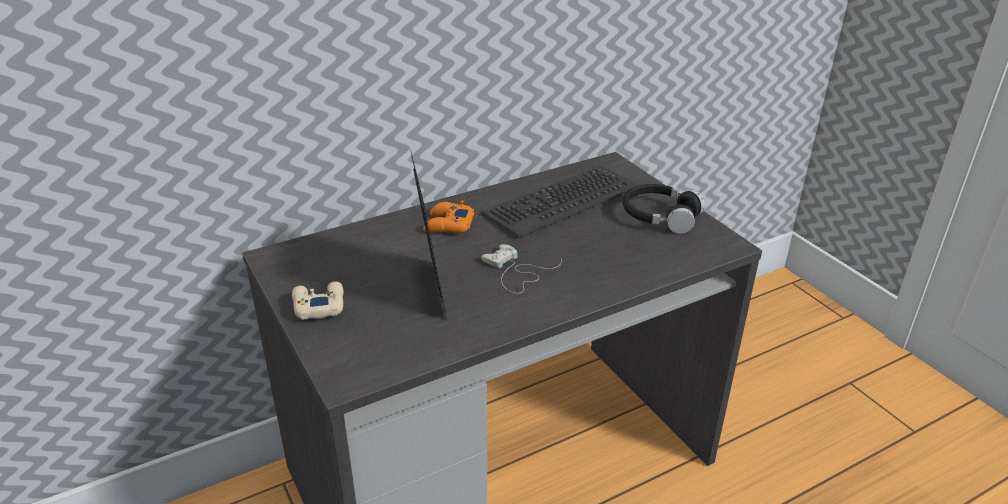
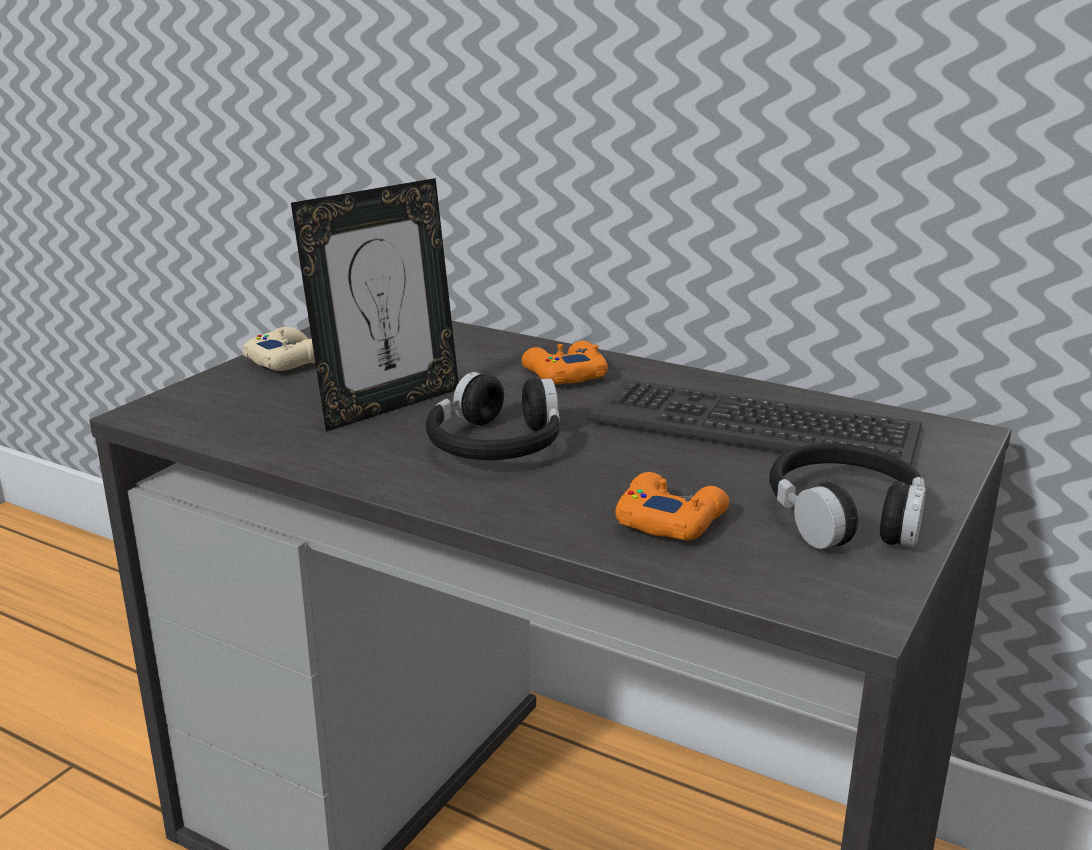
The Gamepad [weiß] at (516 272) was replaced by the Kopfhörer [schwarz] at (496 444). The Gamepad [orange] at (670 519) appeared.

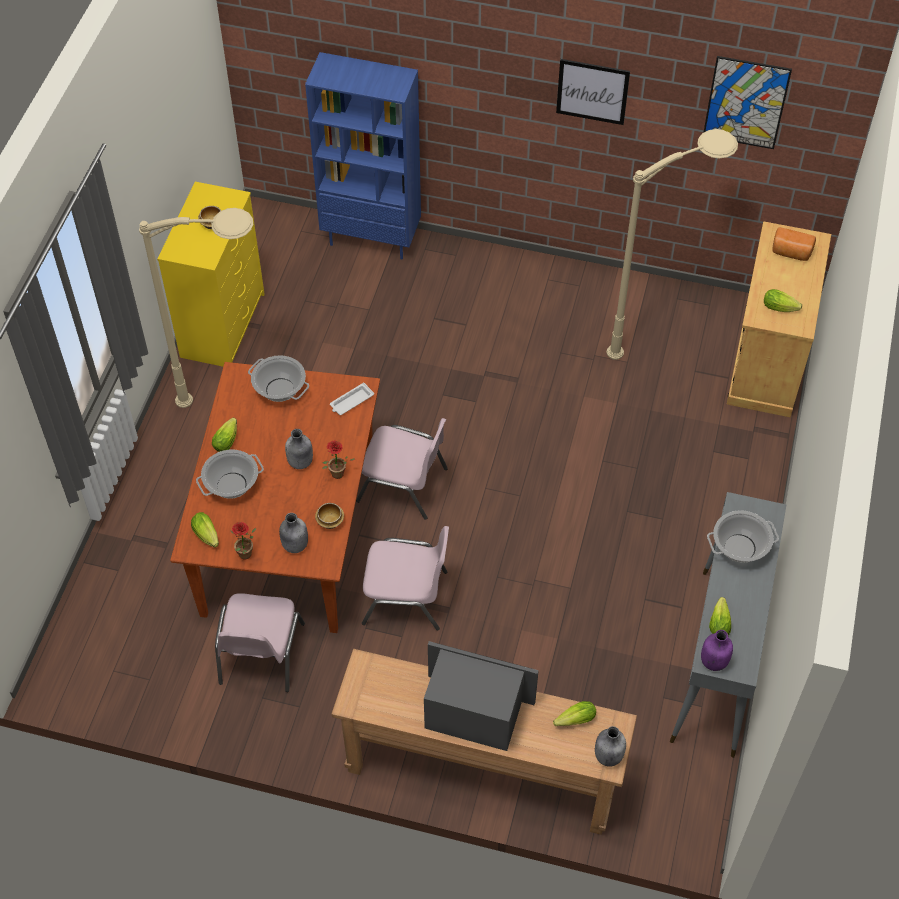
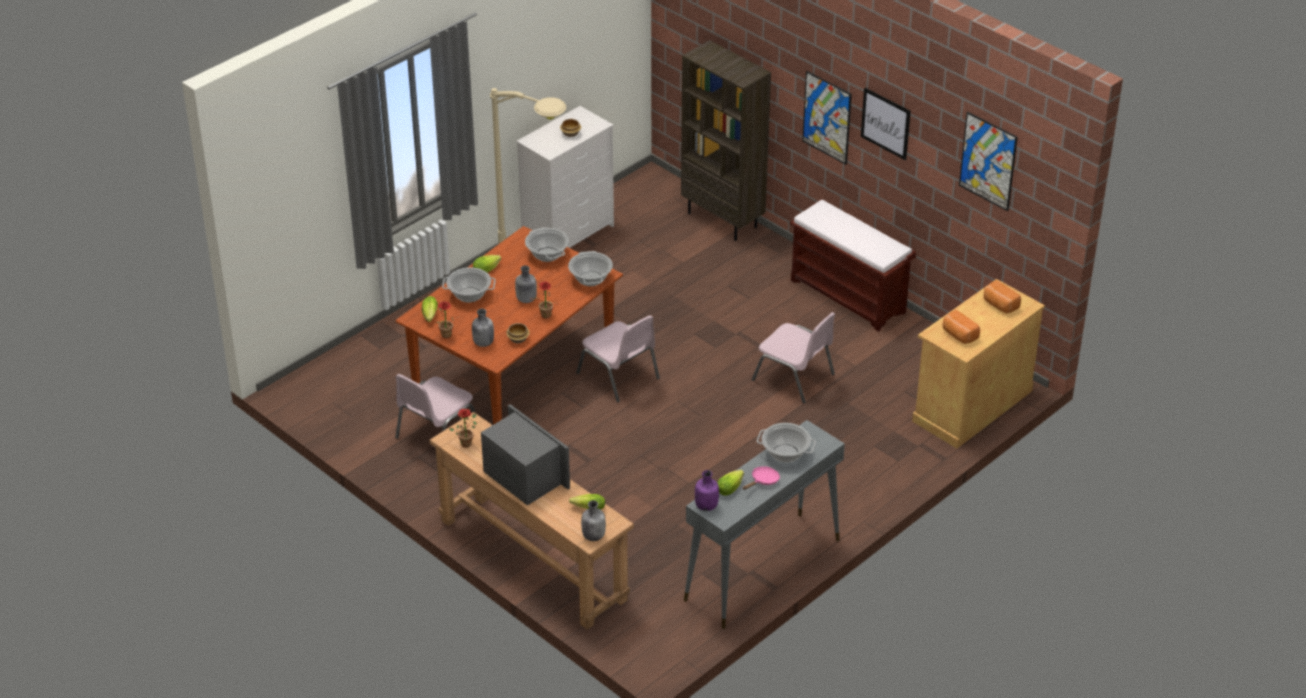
The Bücherregal [blau] at (372 238) became the Bücherregal [braun] at (723 220). The Stehlampe [beige] at (663 336) disappeared. The Kommode [gelb] at (223 324) became the Kommode [weiß] at (568 234). The Salatkopf at (781 308) was replaced by the Brot at (958 335). The Tablett [weiß] at (351 401) was replaced by the Kochtopf at (591 279). The Stuhl [rosa] moved from (406 597) to (794 377). The Bild at (827 117) appeared. The Bank [braun] at (849 296) appeared. The Topfpflanze at (467 442) appeared. The Pfanne [rosa] at (763 481) appeared.

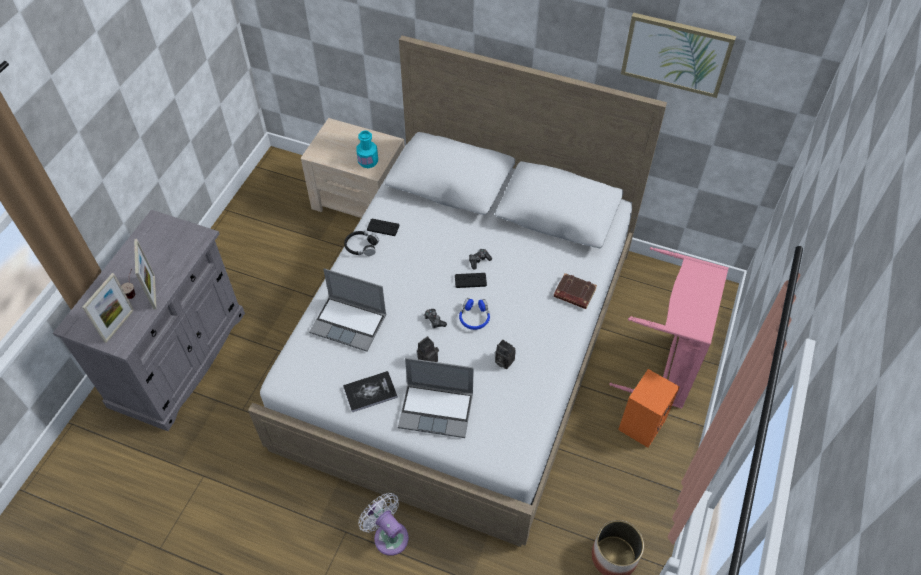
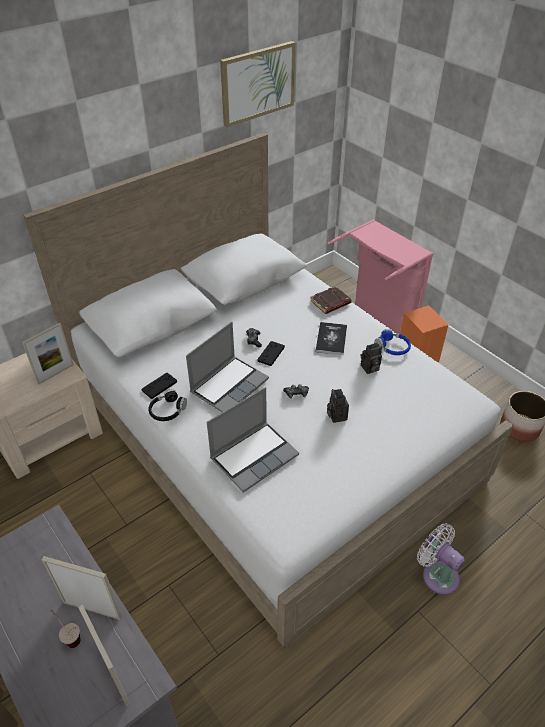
The Flasche [türkis] at (368 161) was replaced by the Bilderrahmen at (55 374). The Kopfhörer [blau] moved from (474 317) to (392 347). The Laptop moved from (437 410) to (229 385). The Buch moved from (370 392) to (331 339). The Ventilator [weiß] at (388 535) turned 60 degrees clockwise.

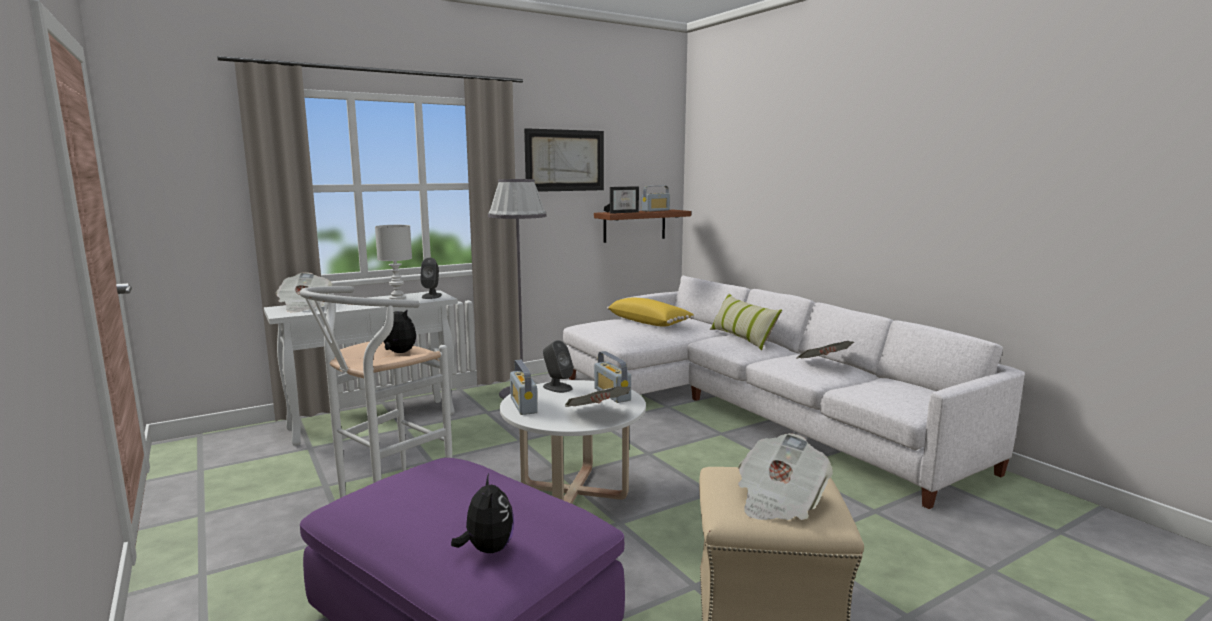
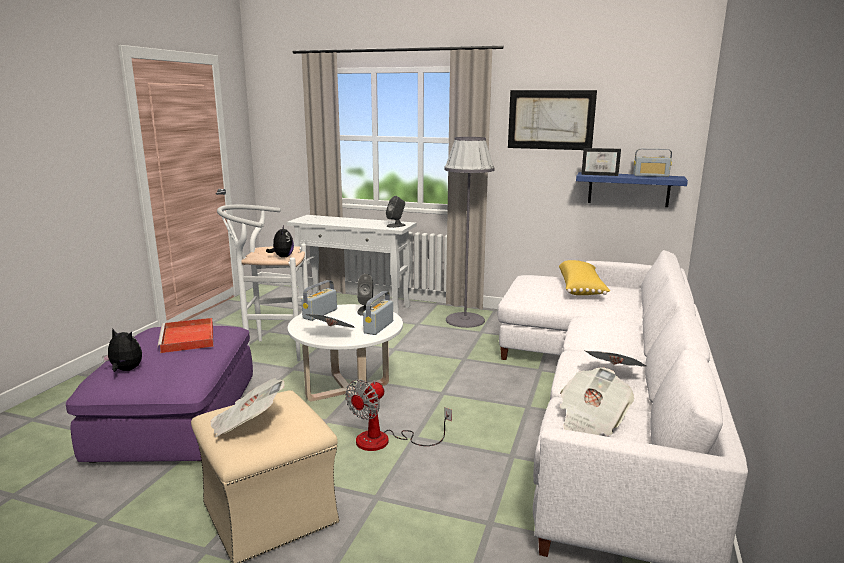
The Wandregal [braun] at (634 225) became the Wandregal [blau] at (628 189). The Tischlampe [weiß] at (397 298) disappeared. The Zeitung moved from (304 307) to (591 419). The Kissen at (742 338) disappeared. The Plüschtier at (487 549) turned 105 degrees counterclockwise. The Tablett [rot] at (188 338) appeared. The Ventilator at (385 441) appeared.

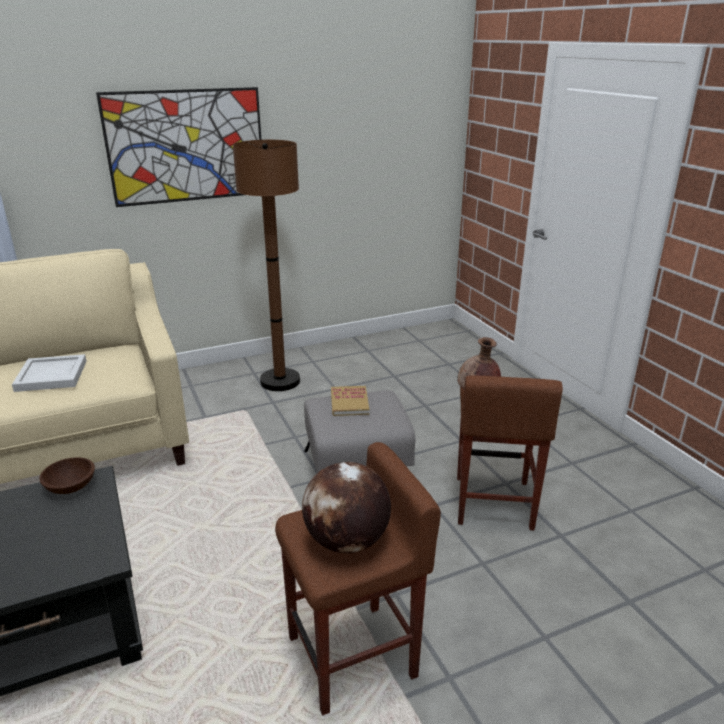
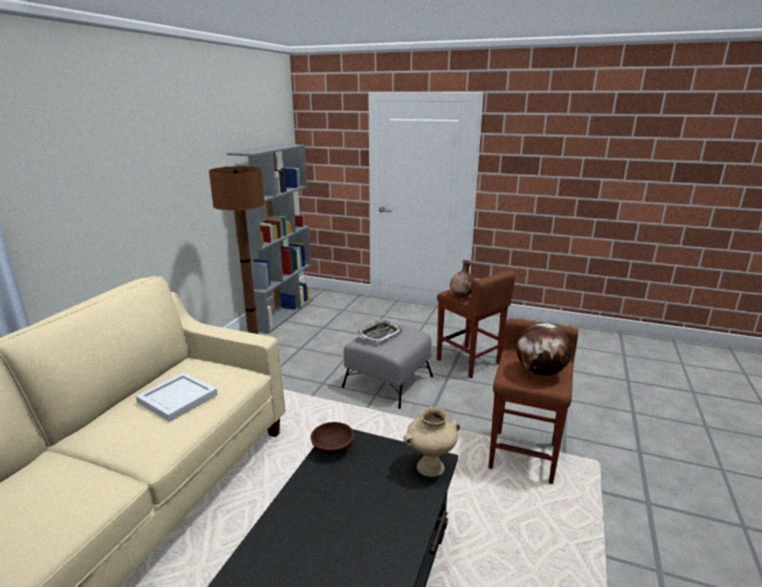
The Bild at (187 146) disappeared. The Buch at (349 403) was replaced by the Tablett at (379 334). The Bücherregal [grau] at (282 313) appeared. The Vase [beige] at (430 468) appeared.

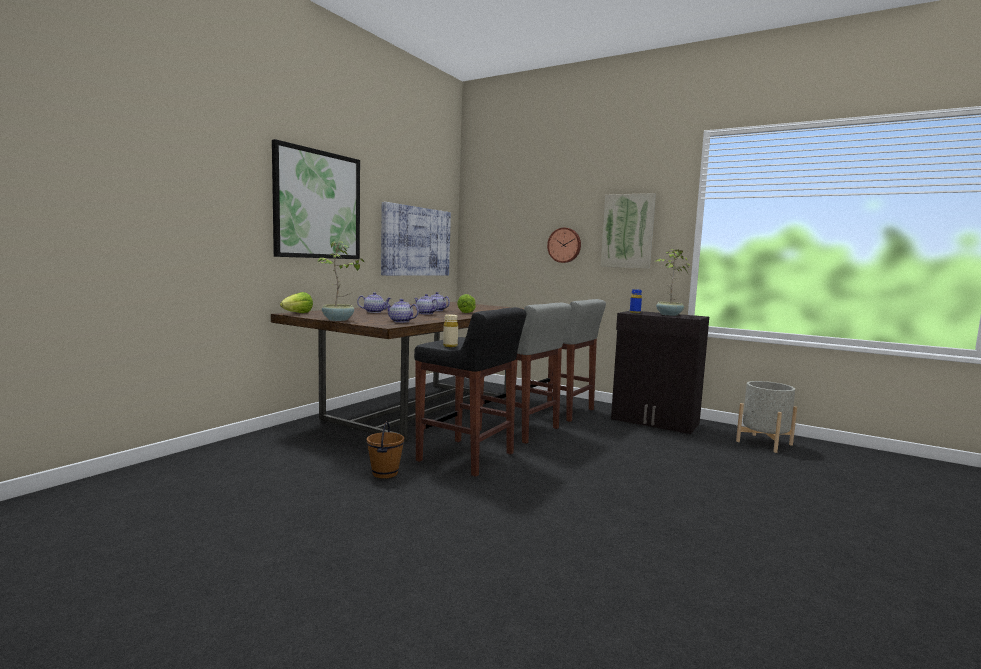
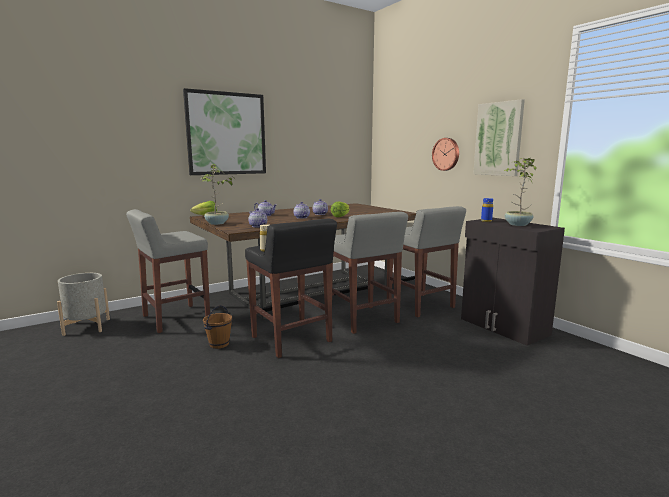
The Bild at (415 241) disappeared. The Pflanzkübel [grau] moved from (764 443) to (87 327). The Hocker [grau] at (174 318) appeared.

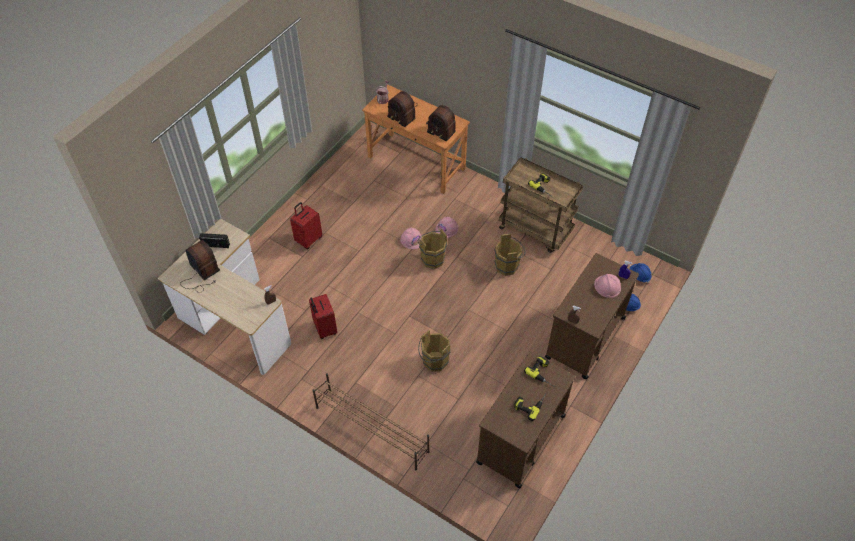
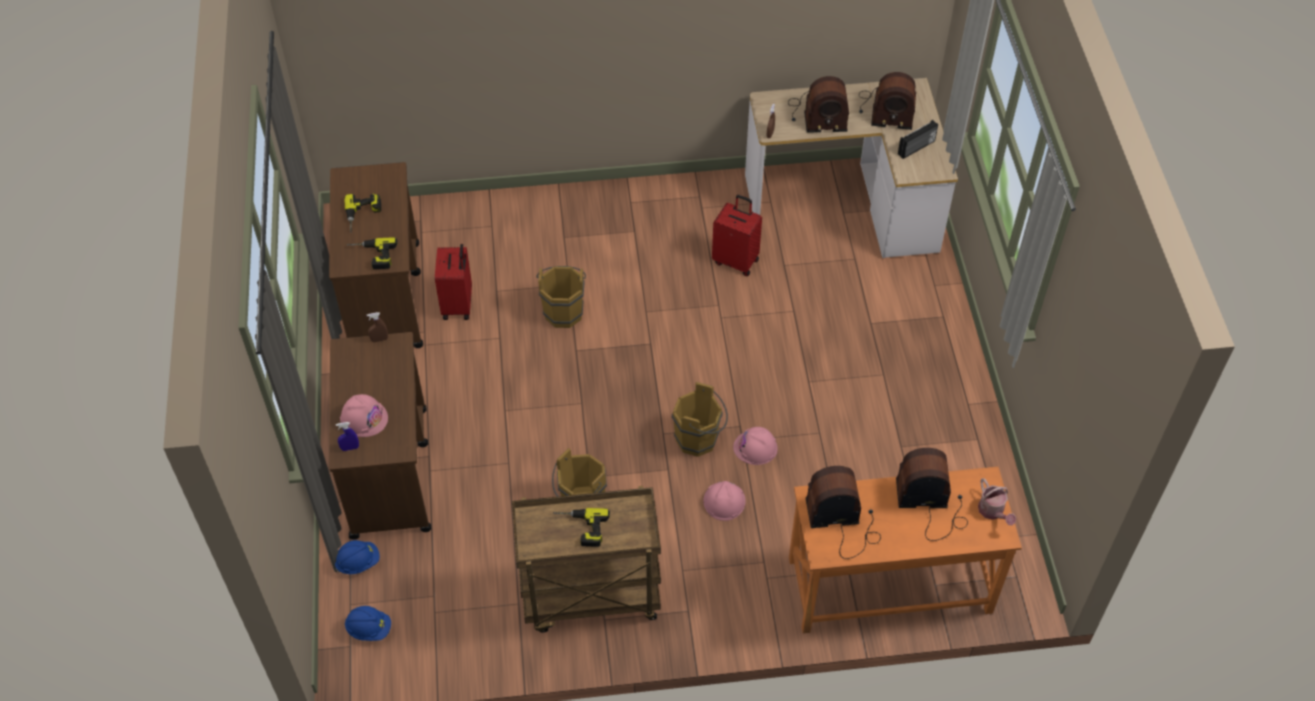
The Koffer [rot] moved from (308 239) to (458 305). The Schuhregal [braun] at (371 428) disappeared. The Radio at (817 115) appeared.

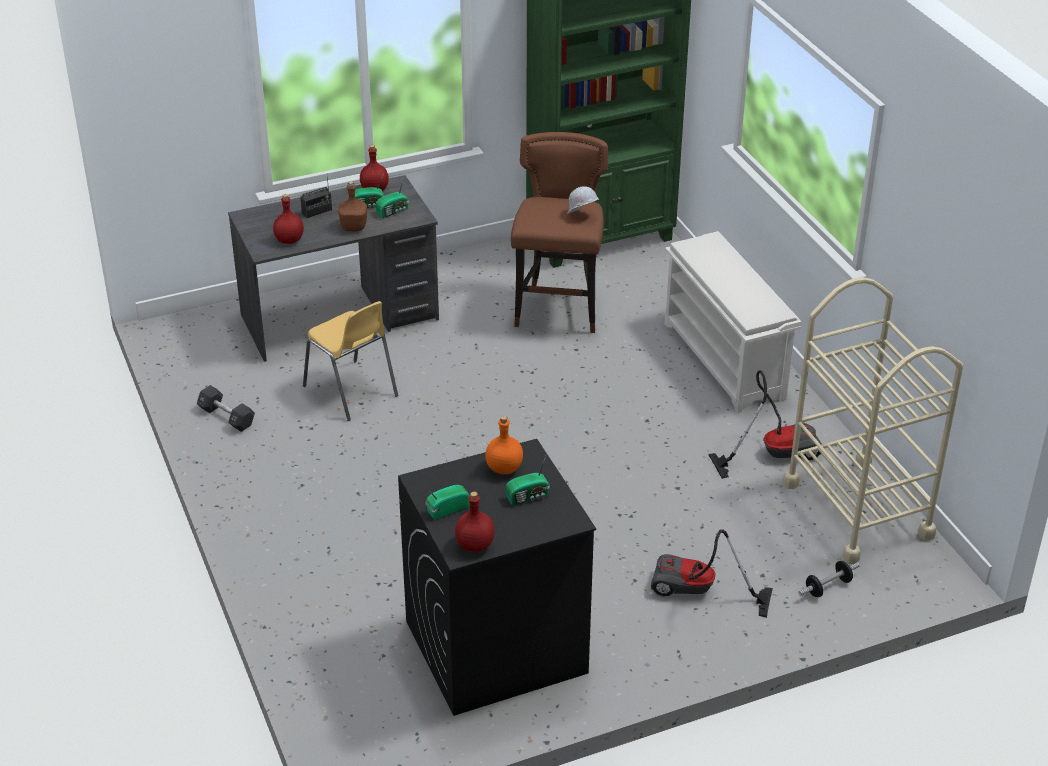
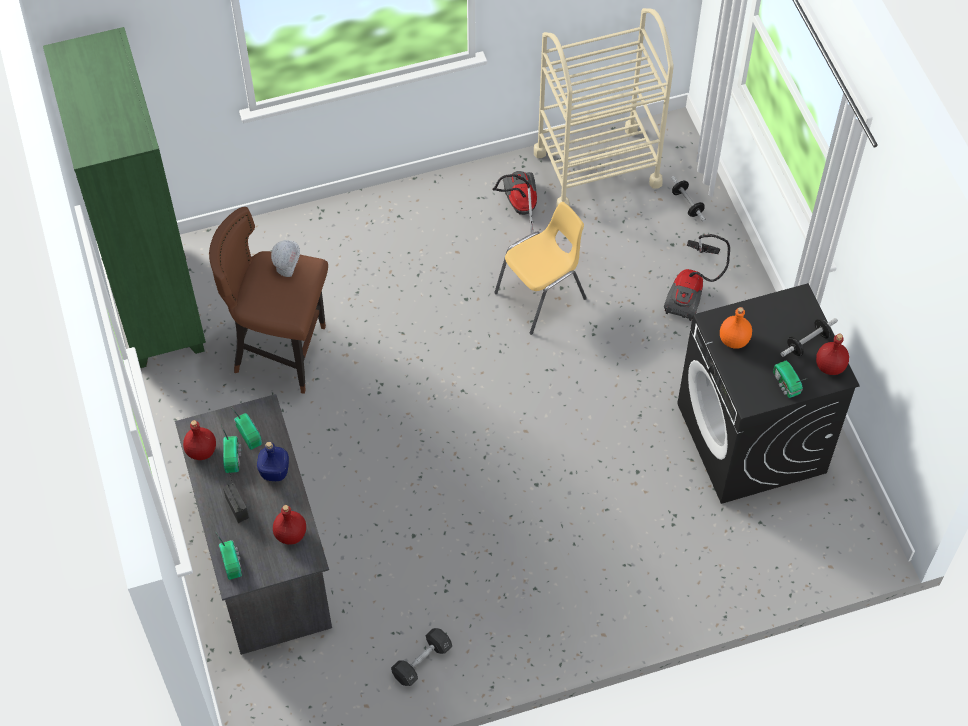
The Flasche [braun] at (354 227) became the Flasche [blau] at (274 471). The Schuhregal [weiß] at (725 361) disappeared. The Stuhl [gelb] moved from (351 391) to (542 296). The Radio moved from (529 496) to (232 562). The Hantel at (807 343) appeared.

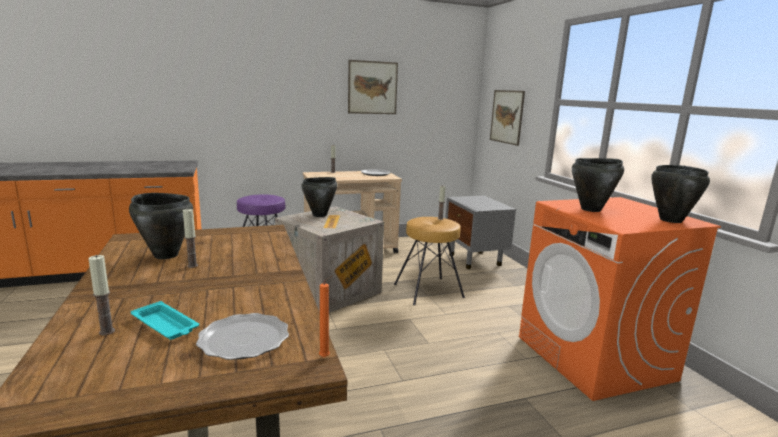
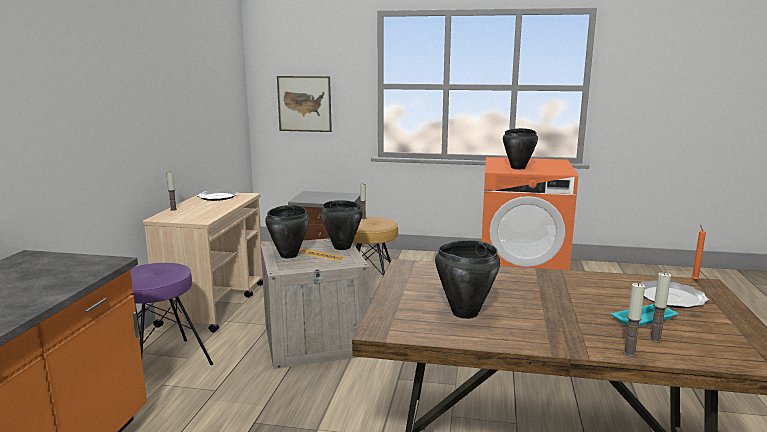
The Bild at (372 87) disappeared. The Kochtopf [schwarz] moved from (670 220) to (342 247). The Kerze moved from (192 265) to (629 353).

